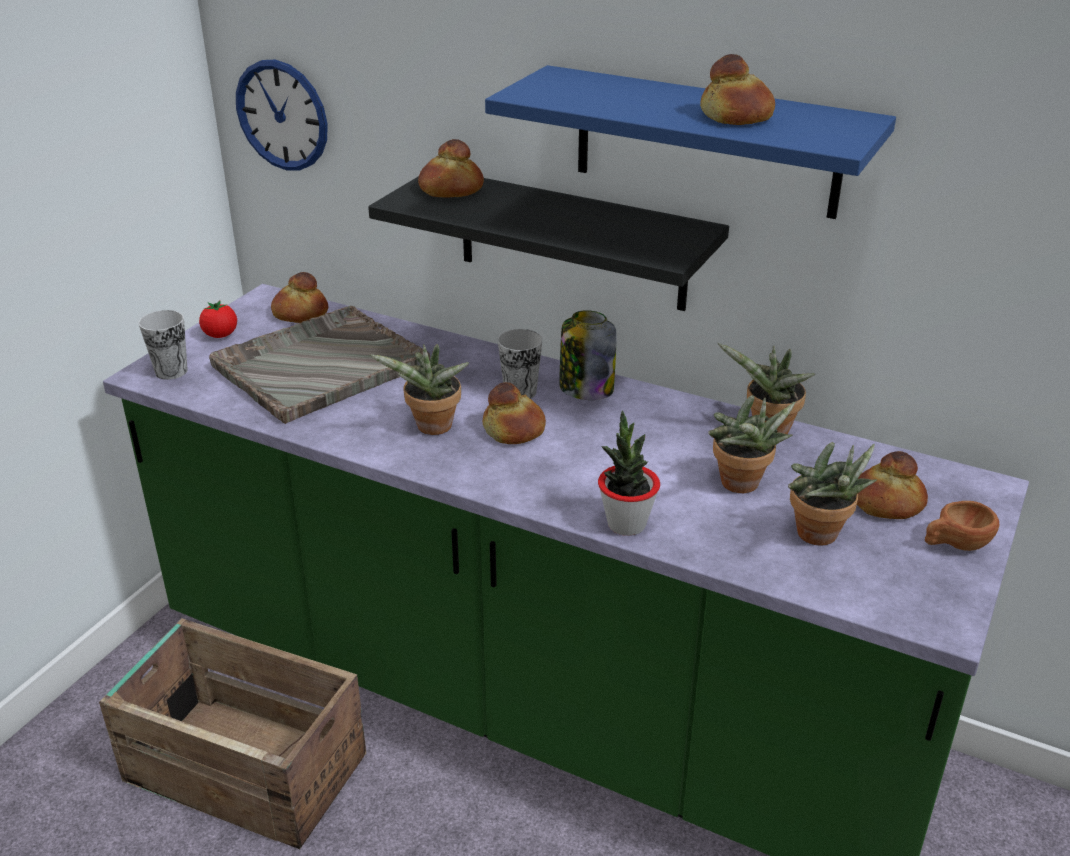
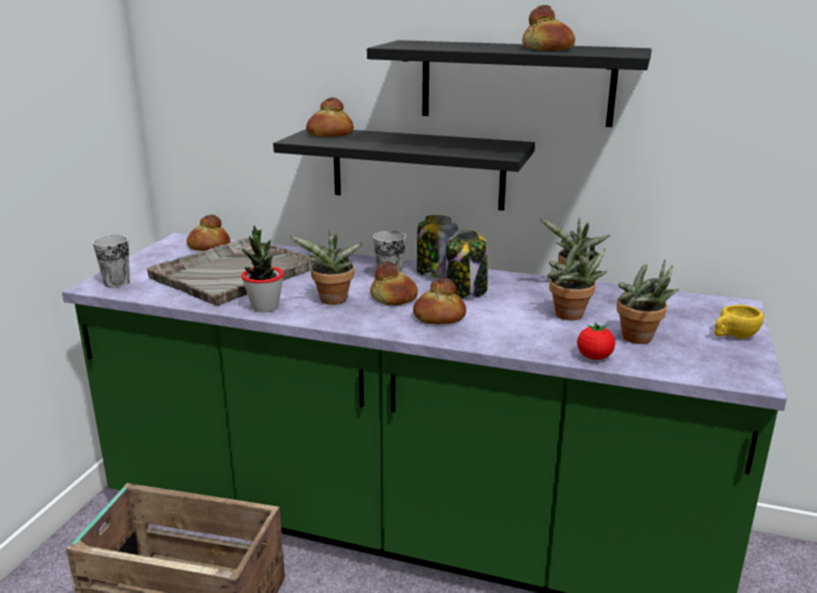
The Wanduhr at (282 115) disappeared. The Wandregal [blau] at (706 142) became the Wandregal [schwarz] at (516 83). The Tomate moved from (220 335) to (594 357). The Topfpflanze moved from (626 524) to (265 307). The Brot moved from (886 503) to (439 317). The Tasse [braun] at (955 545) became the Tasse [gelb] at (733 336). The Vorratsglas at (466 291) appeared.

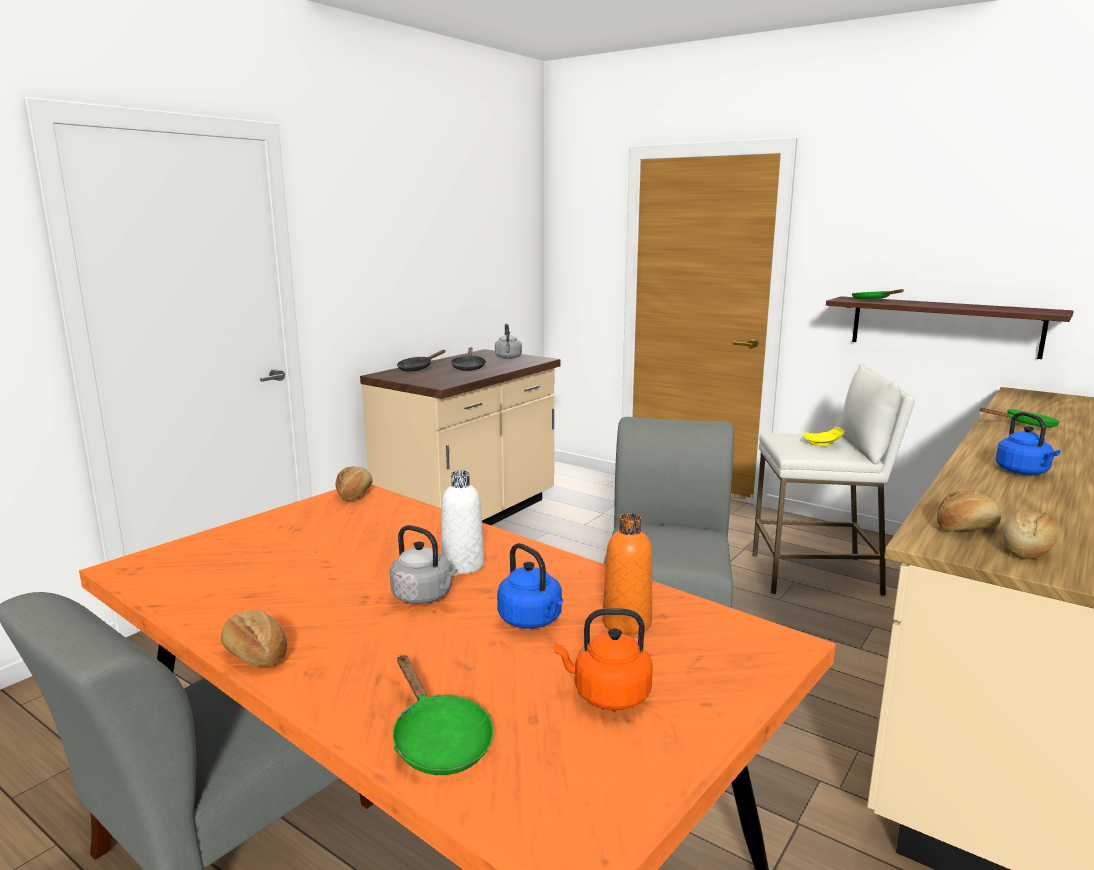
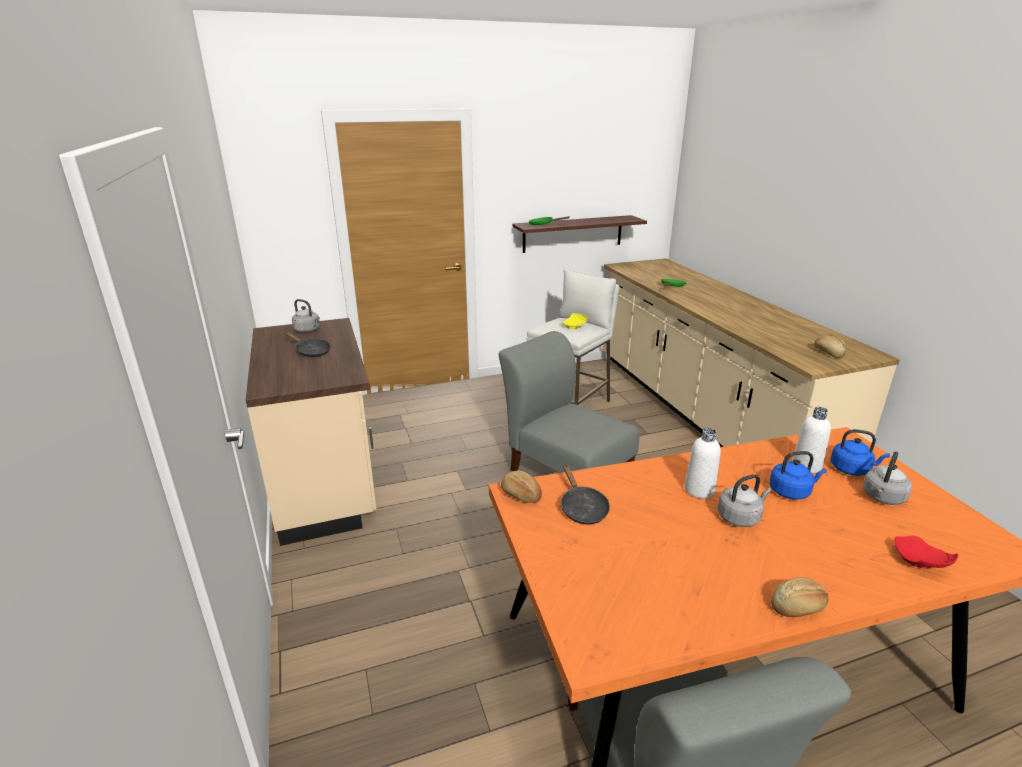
The Pfanne [schwarz] moved from (417 368) to (582 508). The Wasserkessel [blau] moved from (1024 472) to (852 469). The Brot at (965 527) disappeared. The Flasche [orange] at (627 623) became the Flasche [weiß] at (806 466). The Wasserkessel [orange] at (607 695) became the Wasserkessel [grau] at (882 498). The Pfanne [grün] at (438 741) was replaced by the Teller [rot] at (919 561).

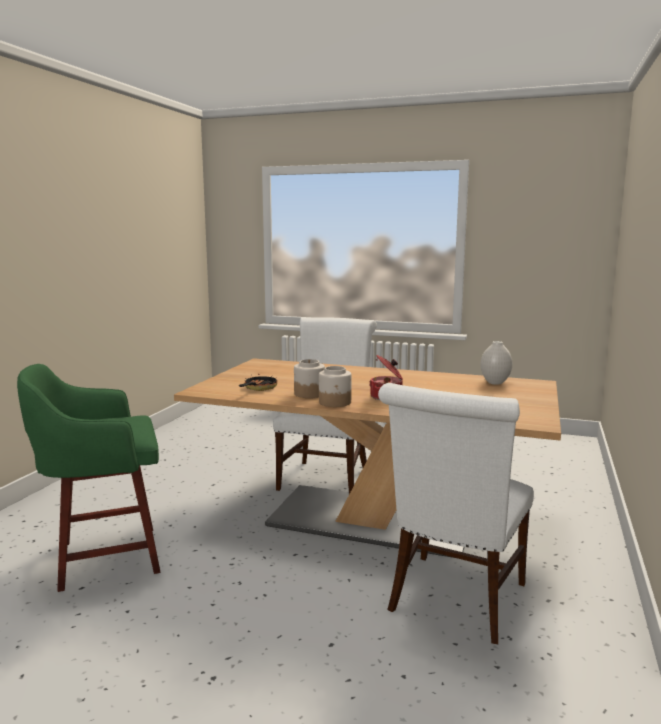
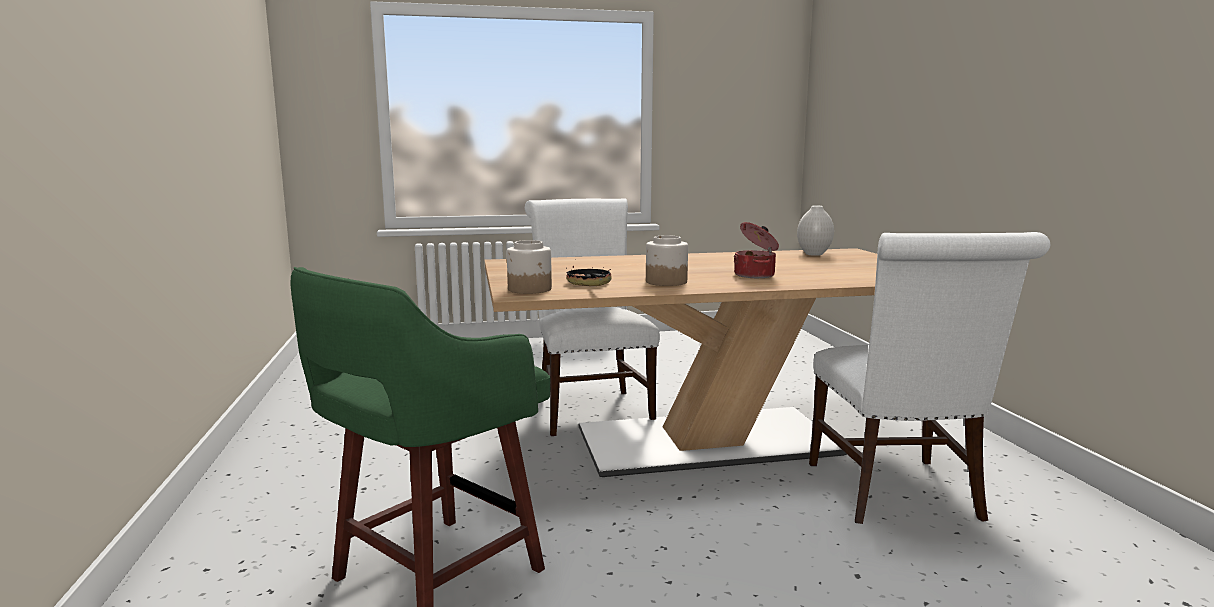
The Vorratsglas moved from (335 402) to (530 289).

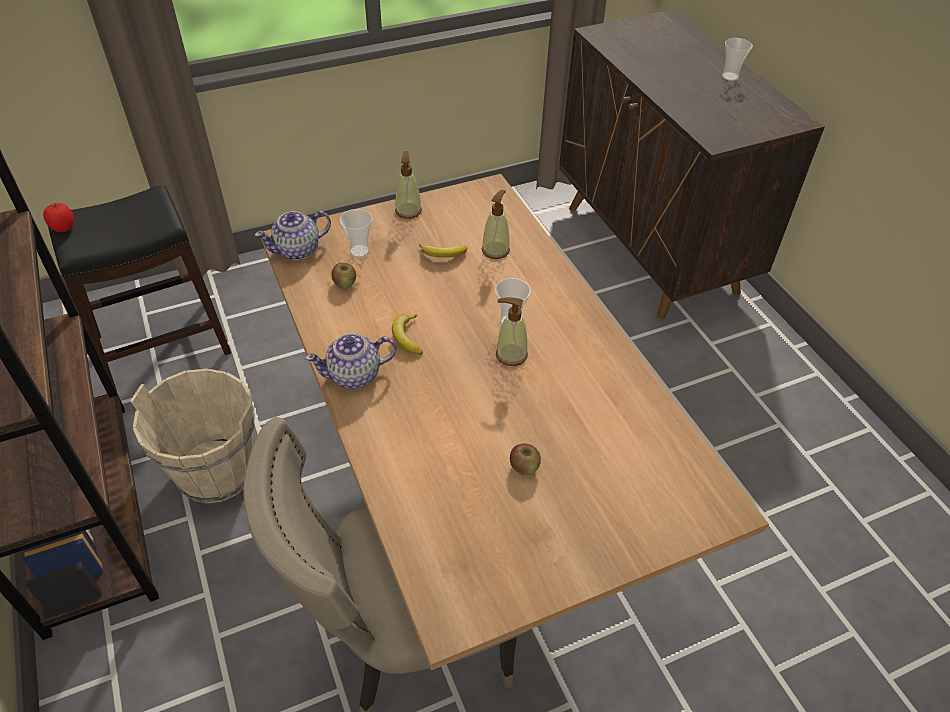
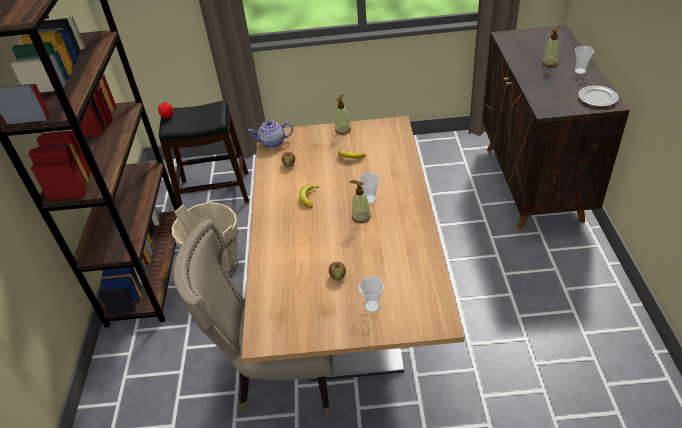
The Seifenspender moved from (495 250) to (549 63). The Tasse moved from (359 251) to (372 306). The Teekanne at (355 375) disappeared. The Teller at (597 98) appeared.

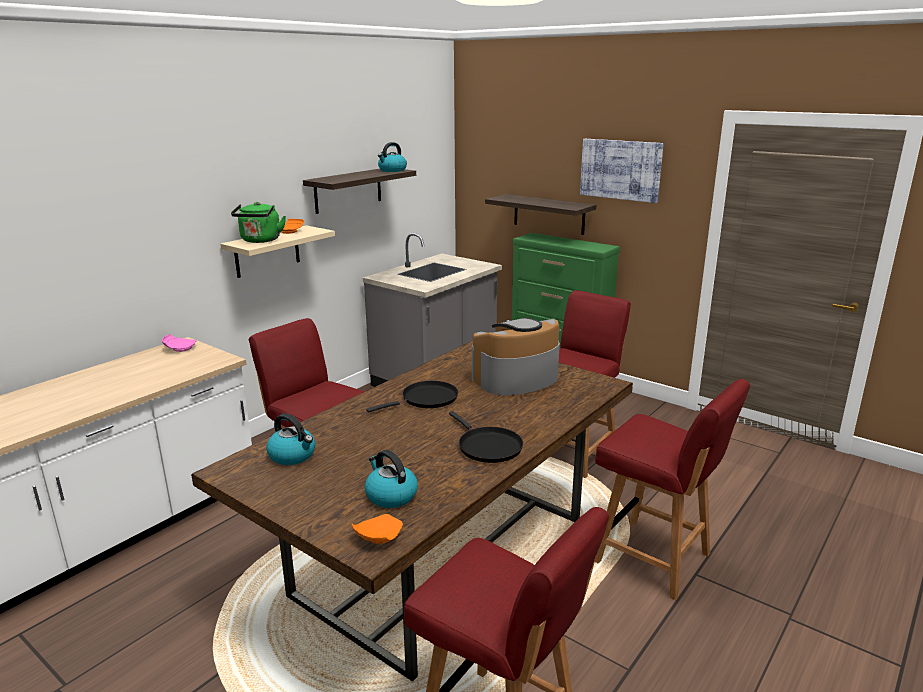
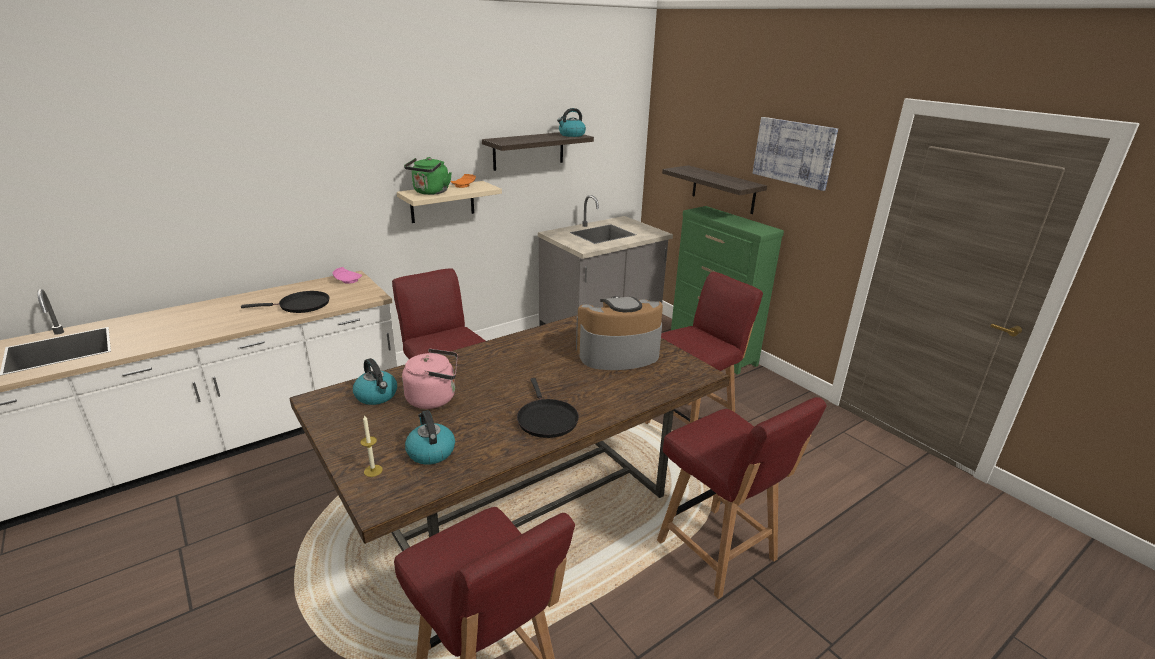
The Pfanne [schwarz] moved from (426 399) to (301 305). The Teller [orange] at (377 537) disappeared. The Wasserkessel [rosa] at (434 398) appeared. The Kerze at (373 470) appeared.

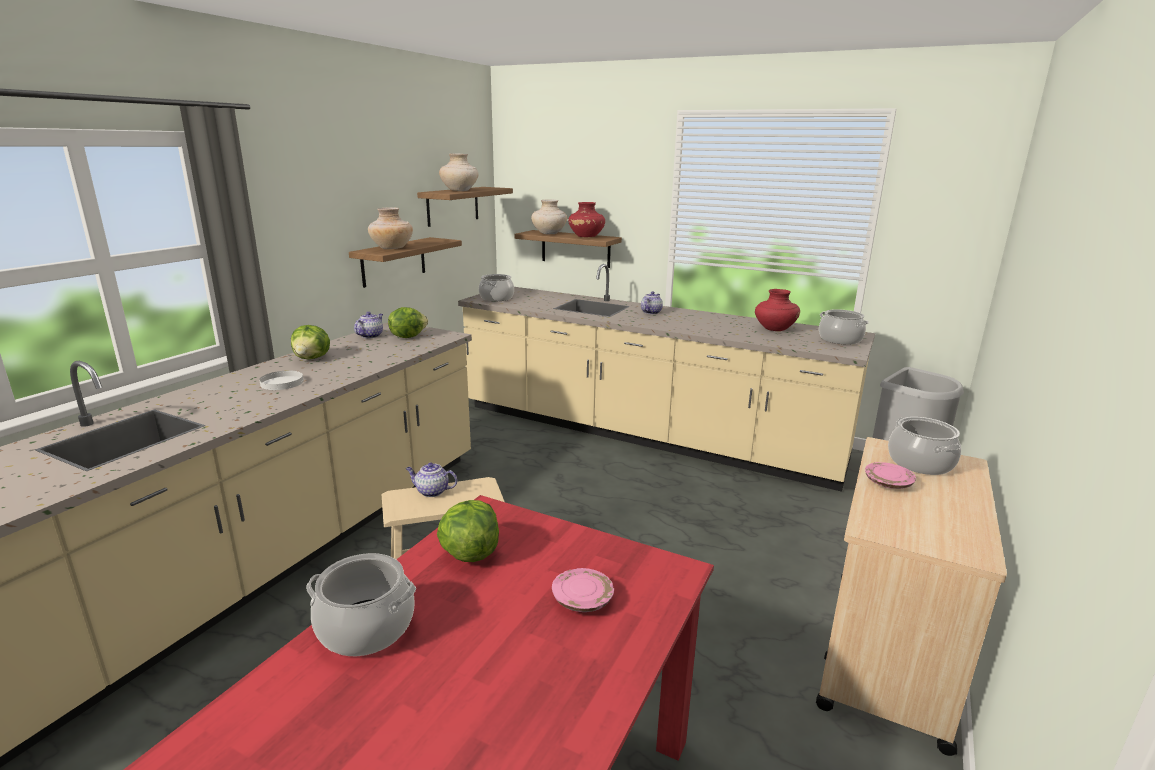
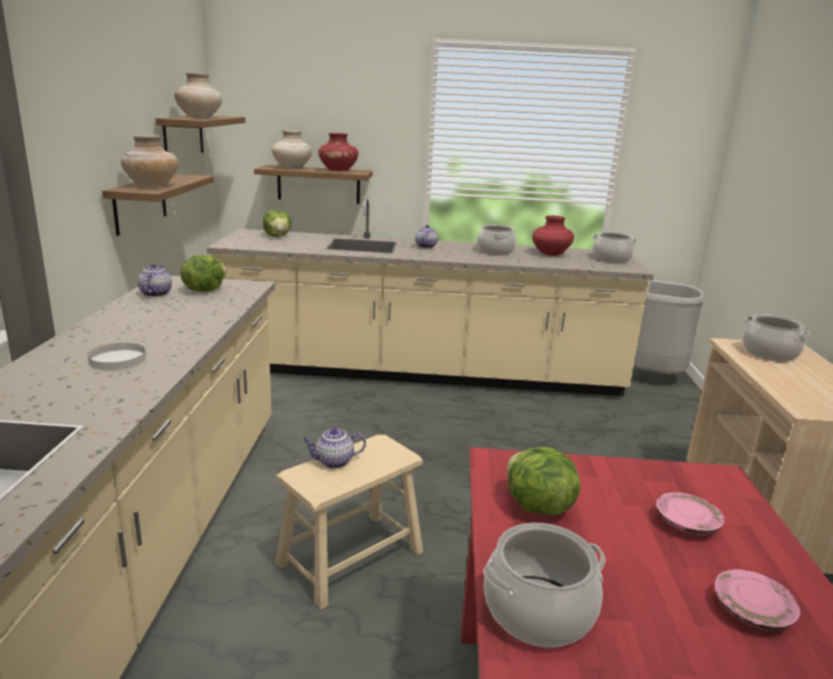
The Kochtopf moved from (496 298) to (495 251). The Salatkopf moved from (312 358) to (277 236). The Teller [rosa] moved from (888 483) to (752 610).

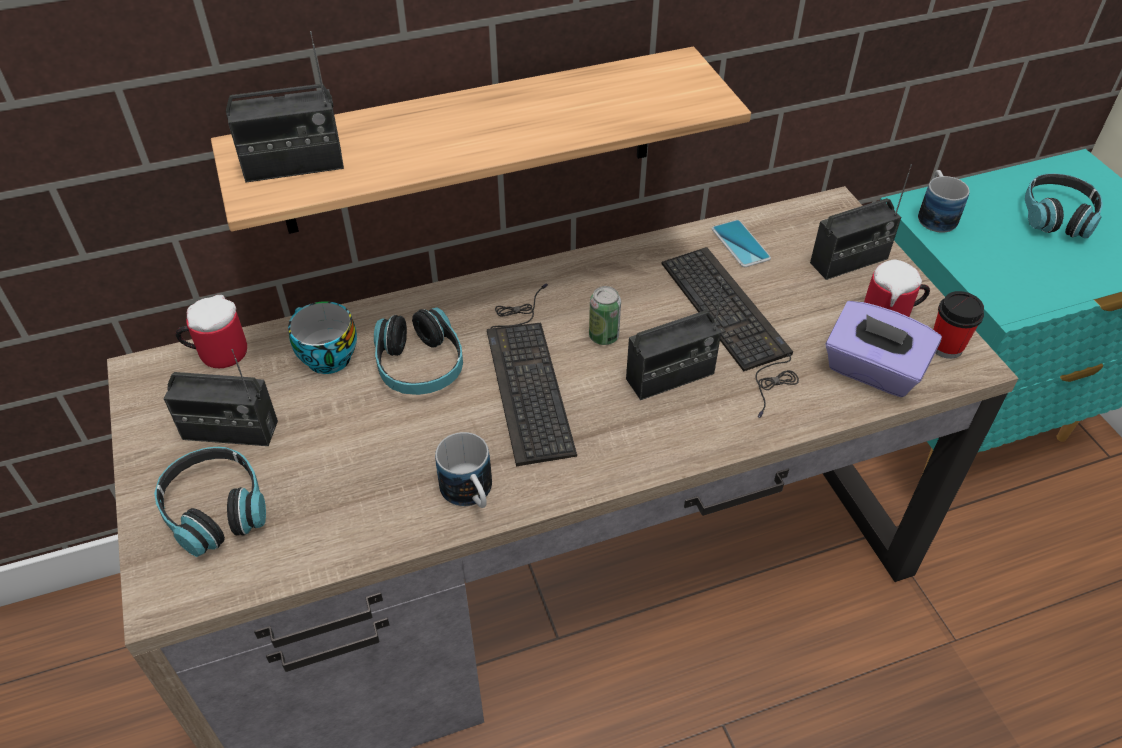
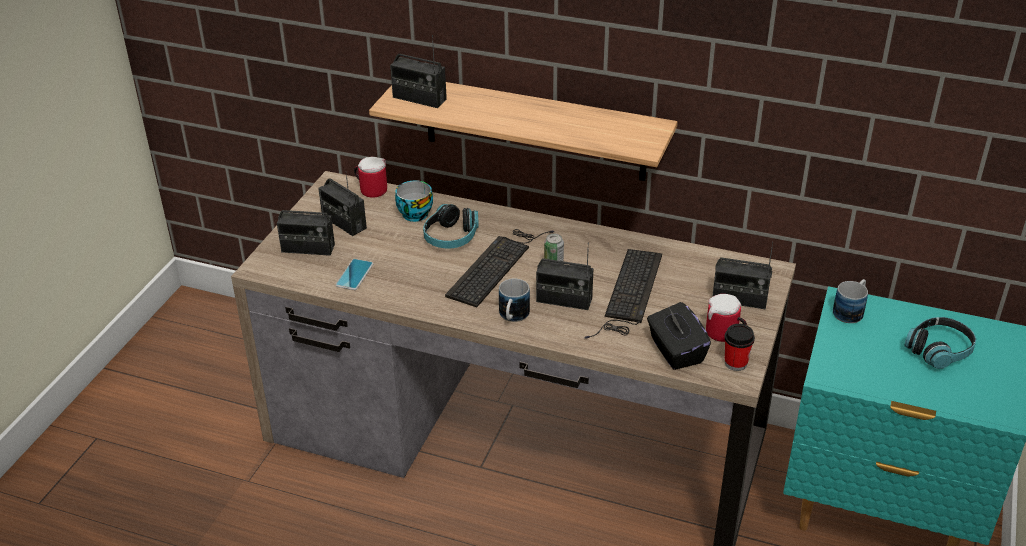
The Handy moved from (740 244) to (354 275). The Taschentuchbox [lila] at (872 371) became the Taschentuchbox [schwarz] at (675 351). The Henkelbecher moved from (471 495) to (512 317). The Kopfhörer at (216 509) was replaced by the Radio at (308 248).

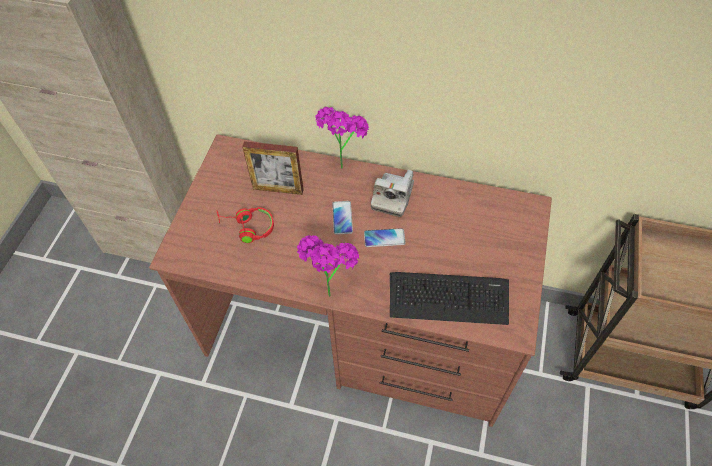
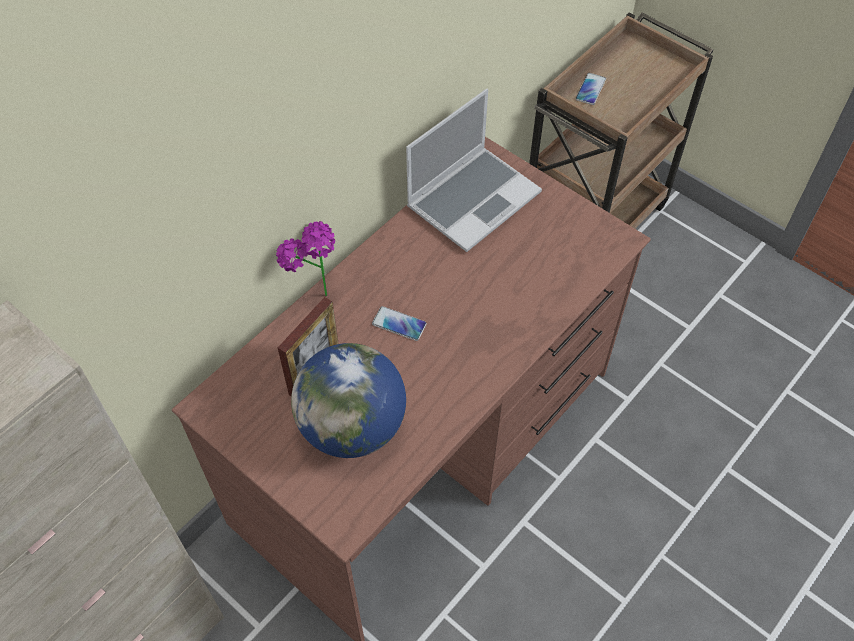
The Kamera at (392 197) disappeared. The Kopfhörer [rot] at (247 227) was replaced by the Globus at (352 426). The Handy moved from (384 238) to (590 89). The Topfpflanze at (329 286) disappeared. The Tastatur at (448 298) disappeared. The Laptop at (473 198) appeared.

